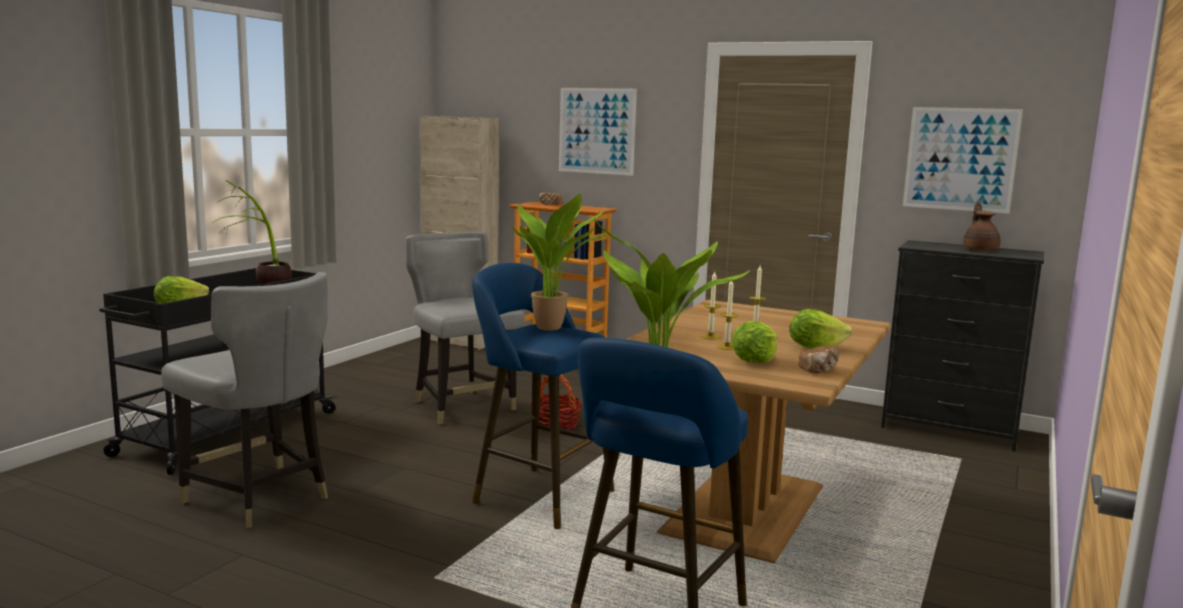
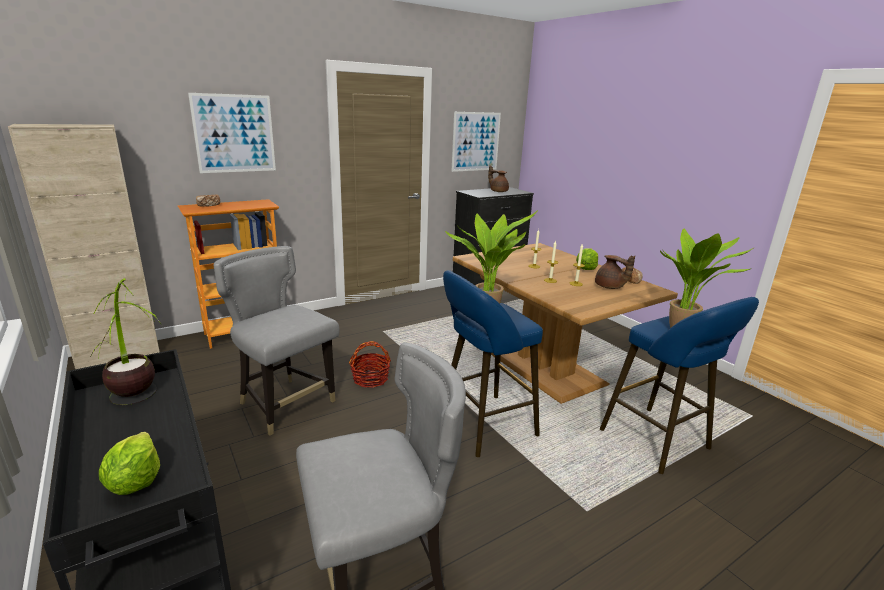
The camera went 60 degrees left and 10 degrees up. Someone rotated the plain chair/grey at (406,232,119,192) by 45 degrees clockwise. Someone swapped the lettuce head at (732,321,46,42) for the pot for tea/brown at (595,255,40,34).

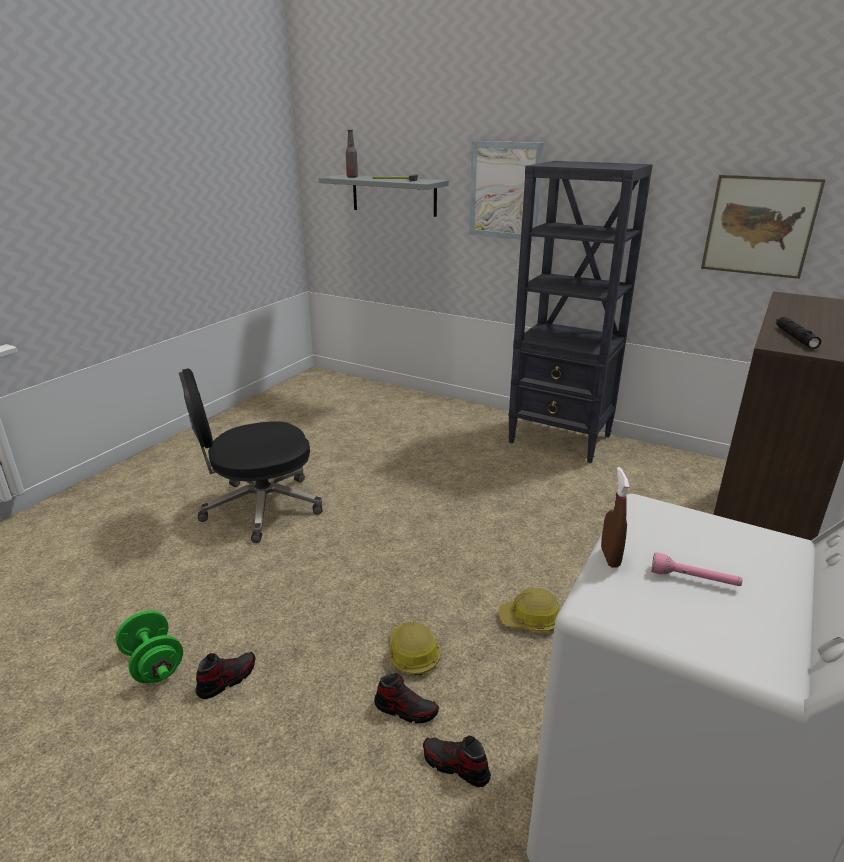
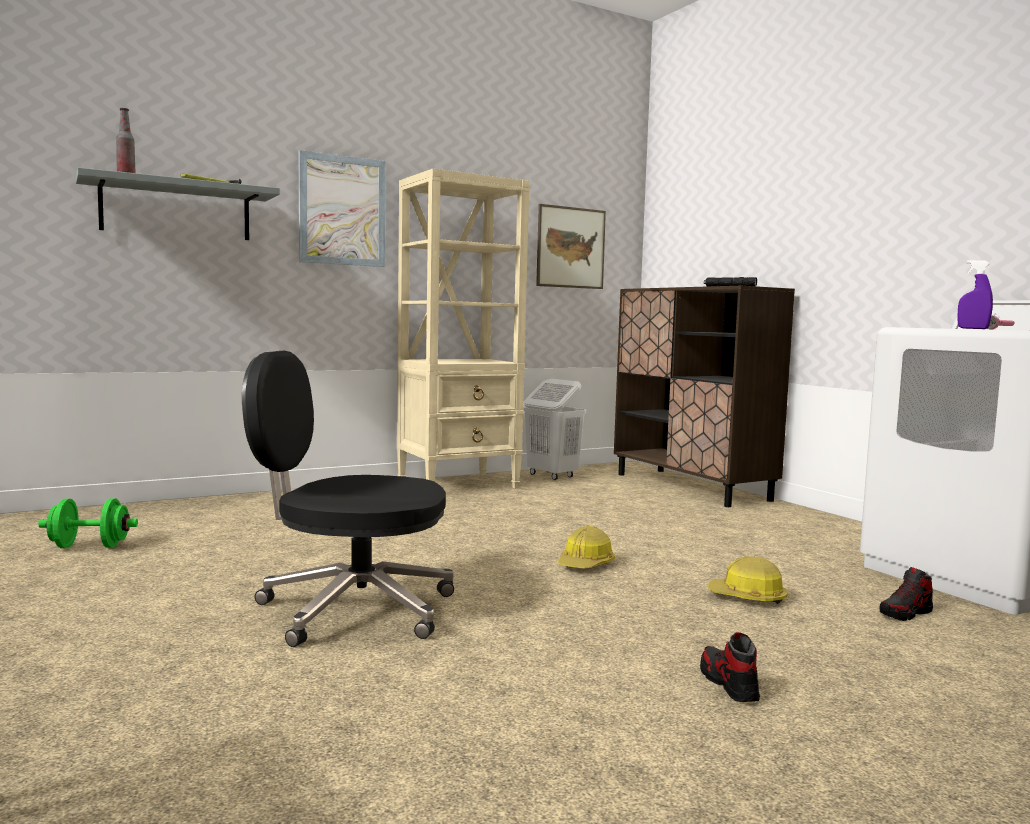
The camera went 60 degrees left and 20 degrees down. Someone carried the dumbbell/greenish from (115,610,68,73) to (38,498,100,50). Someone rotated the office chair/black at (179,368,143,175) by 90 degrees clockwise. Someone repainted the shelving unit/black at (508,161,145,302), which became the shelving unit/beige at (397,168,133,321). Someone put down the laundry basket/whitish at (524,379,62,101). Someone carried the hard hat from (499,588,61,44) to (558,526,57,43). Someone repainted the spray bottle/brown at (601,467,29,101), which became the spray bottle/purple-coloured at (957,260,36,69). Someone took away the low shoe at (374,673,65,50).

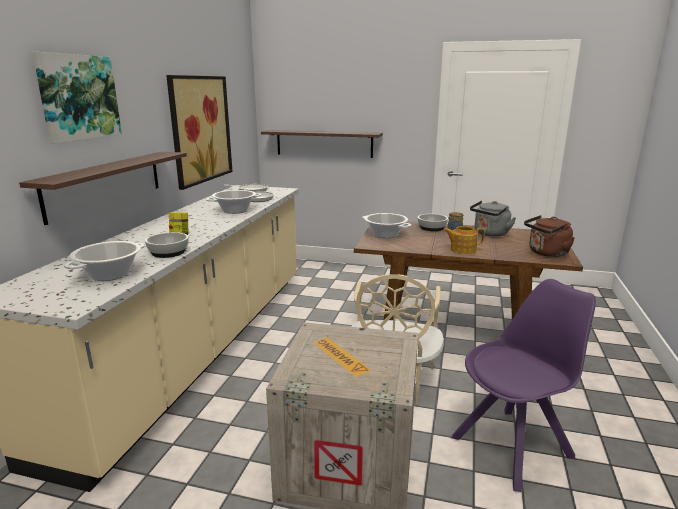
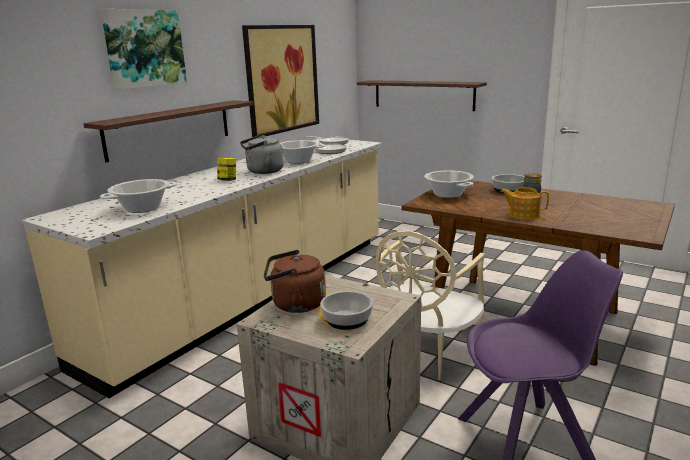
The camera went 20 degrees right and 0 degrees up. Someone carried the kettle/grey from (470,201,46,36) to (240,135,44,39). Someone carried the kettle/brown from (524,215,51,42) to (264,250,62,63). Someone carried the bowl from (145,232,44,26) to (320,291,53,39).

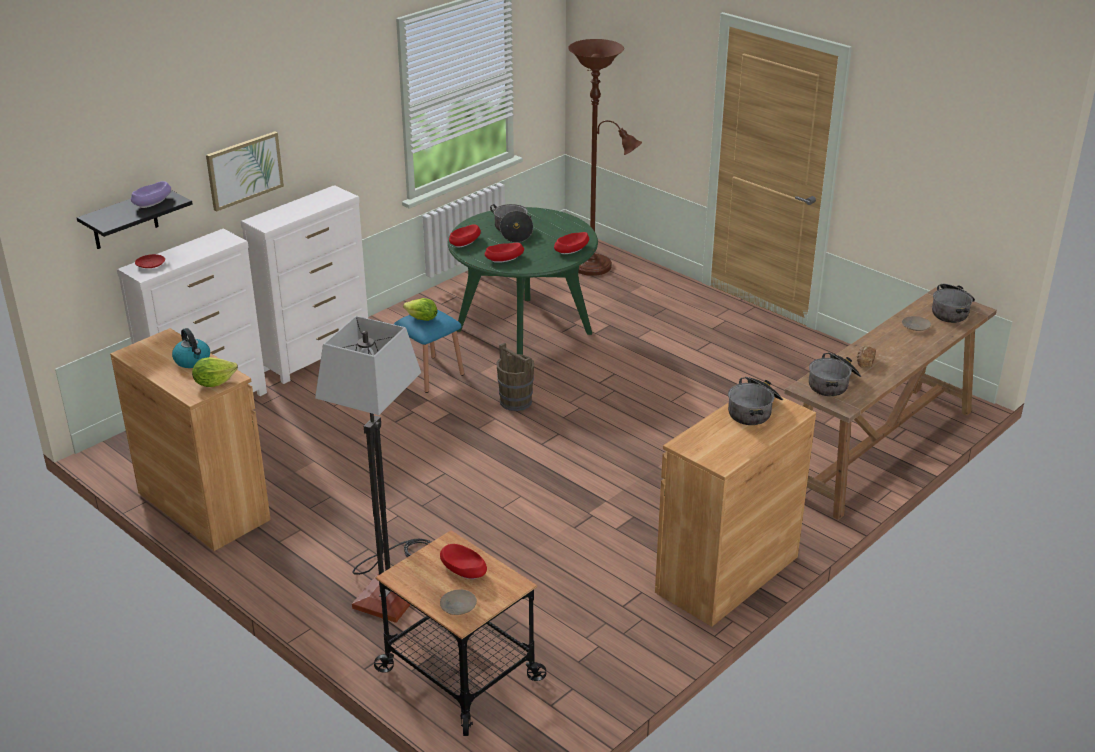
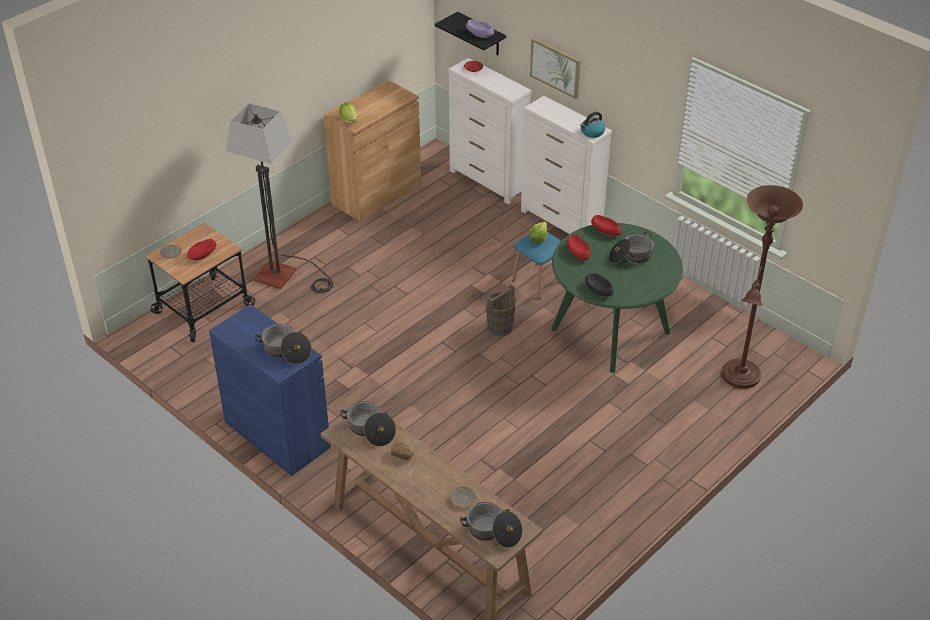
The camera went 90 degrees right and 10 degrees up. Someone repainted the storage cabinet/brown at (655,396,161,231), which became the storage cabinet/blue-coloured at (209,304,122,172). Someone carried the kettle from (172,328,38,40) to (580,112,25,26). Someone repainted the bowl/red at (554,232,35,22), which became the bowl/black at (585,273,29,24).

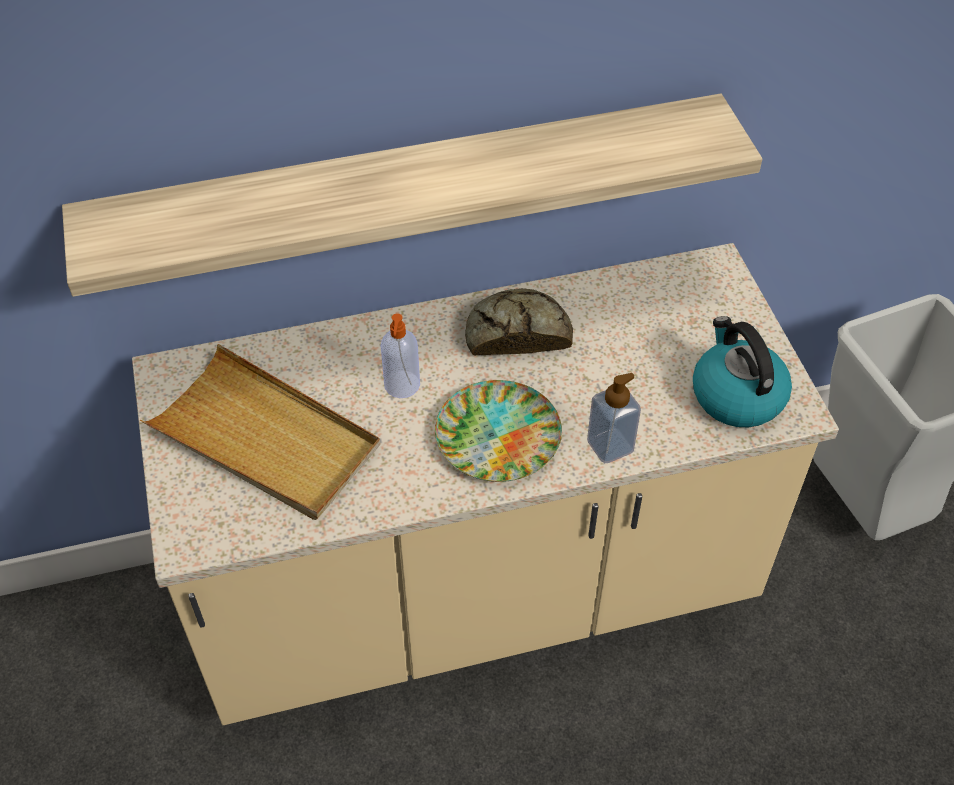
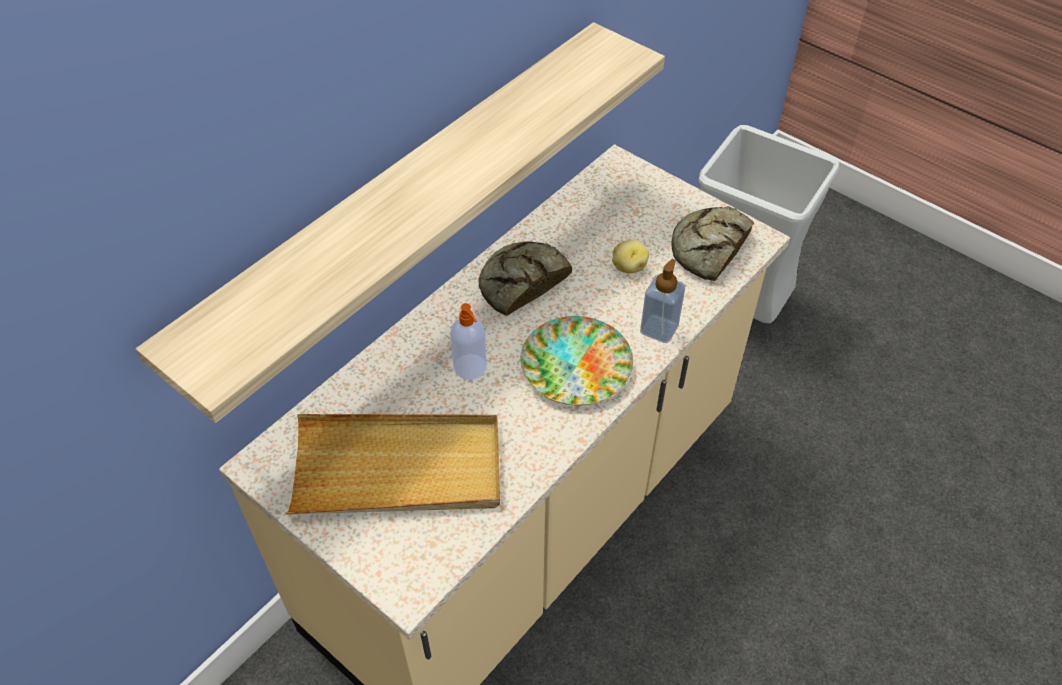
The camera went 35 degrees left and 0 degrees up. Someone put down the spud at (612,240,37,34). Someone swapped the kettle at (693,316,99,111) for the bakery bread at (671,206,83,75).

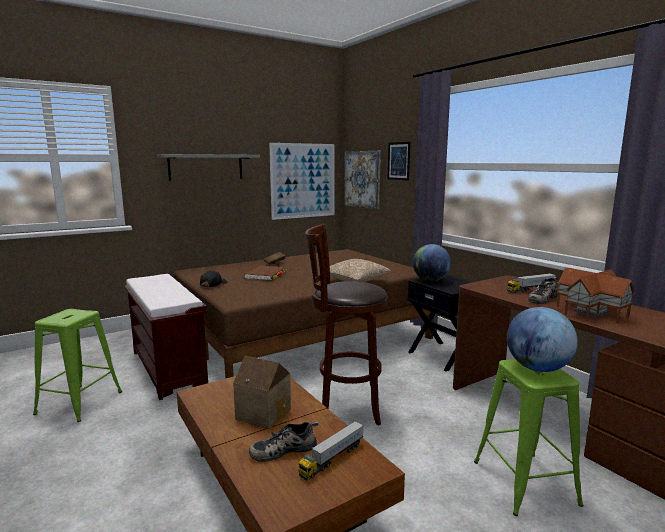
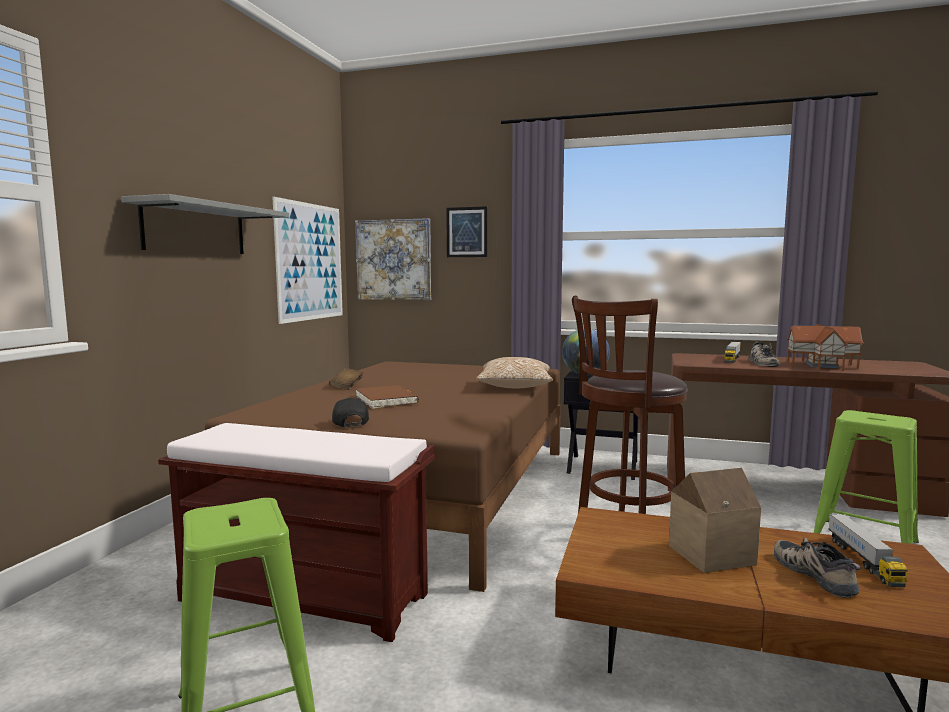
The camera went 40 degrees left and 5 degrees down. Someone rotated the low shoe at (249,422,70,40) by 135 degrees clockwise. Someone took away the world globe at (507,307,71,65).

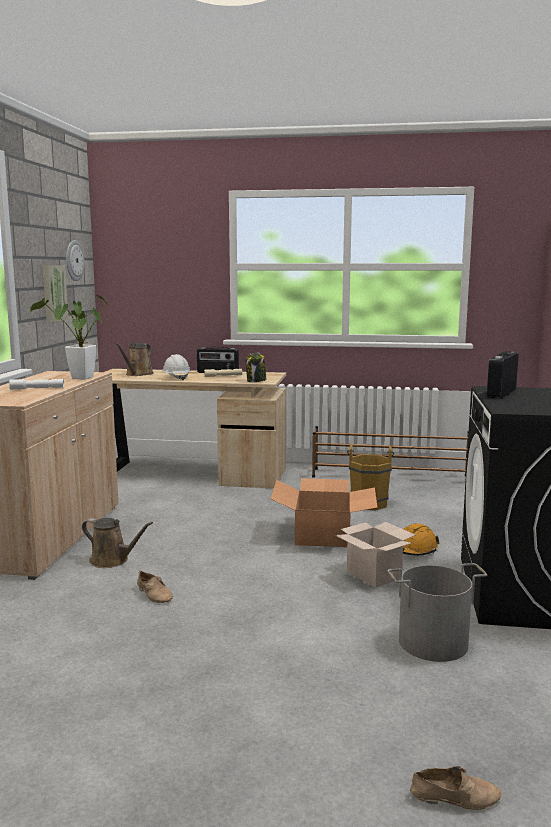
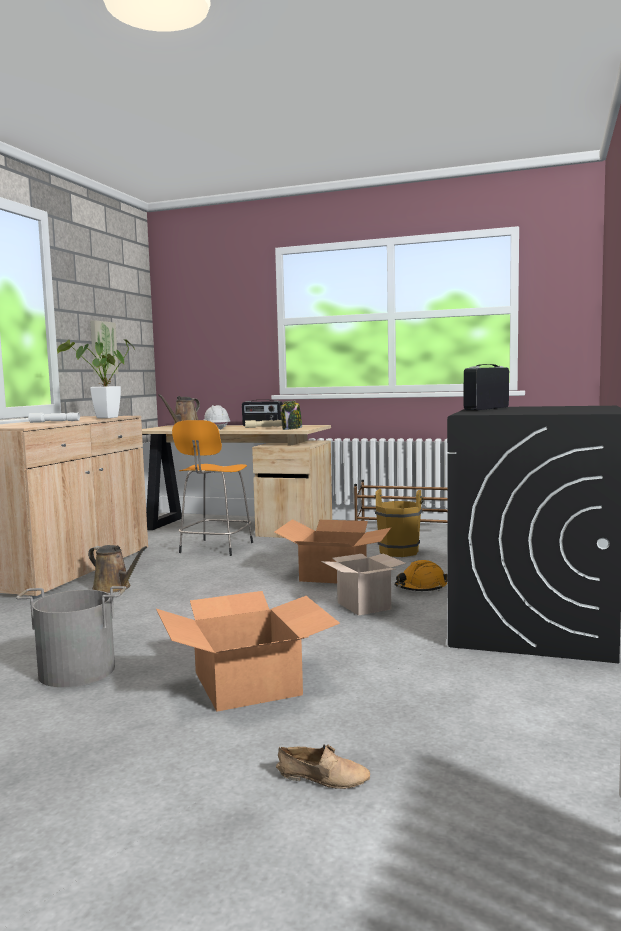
The camera went 10 degrees right and 5 degrees down. Someone carried the bucket/grey from (388,563,100,99) to (16,586,110,101). Someone put down the cardboard box at (156,591,184,121). Someone put down the sitting stool/orangey at (172,420,81,136). Someone took away the clock on the wall at (66,240,19,41). Someone took away the low shoe/beige at (137,570,36,33).

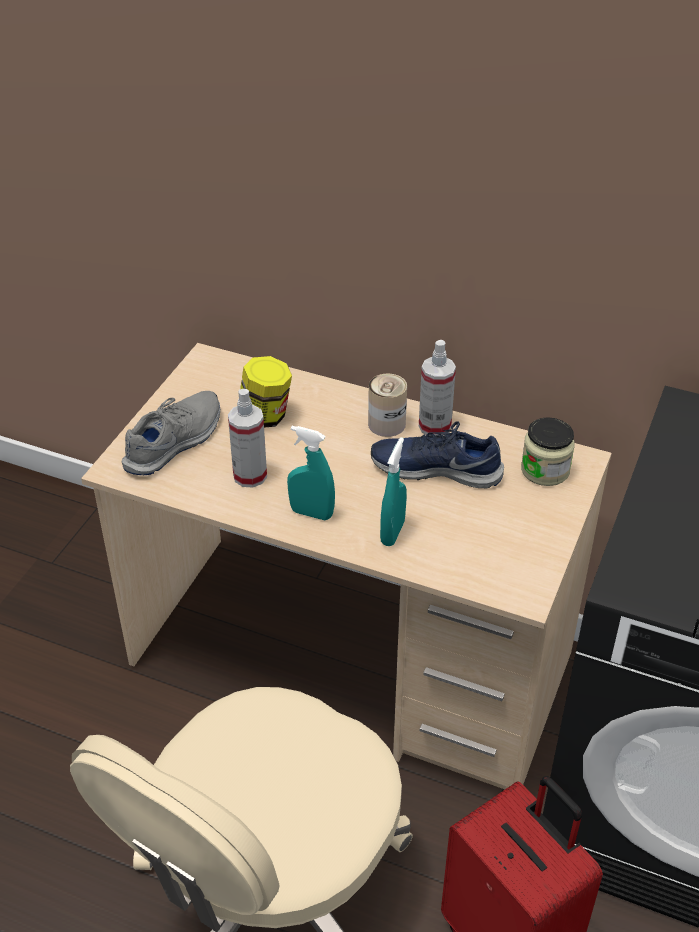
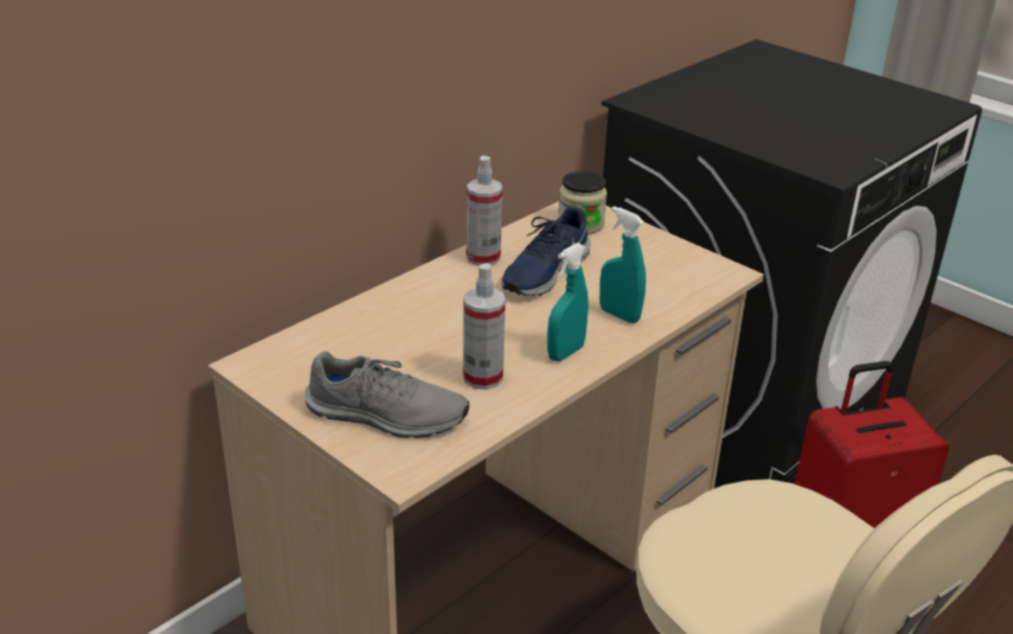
The camera went 70 degrees left and 10 degrees down. Someone rotated the low shoe/grey at (122,391,98,84) by 135 degrees clockwise. Someone took away the jar at (240,356,52,72). Someone took away the can at (368,374,39,63).

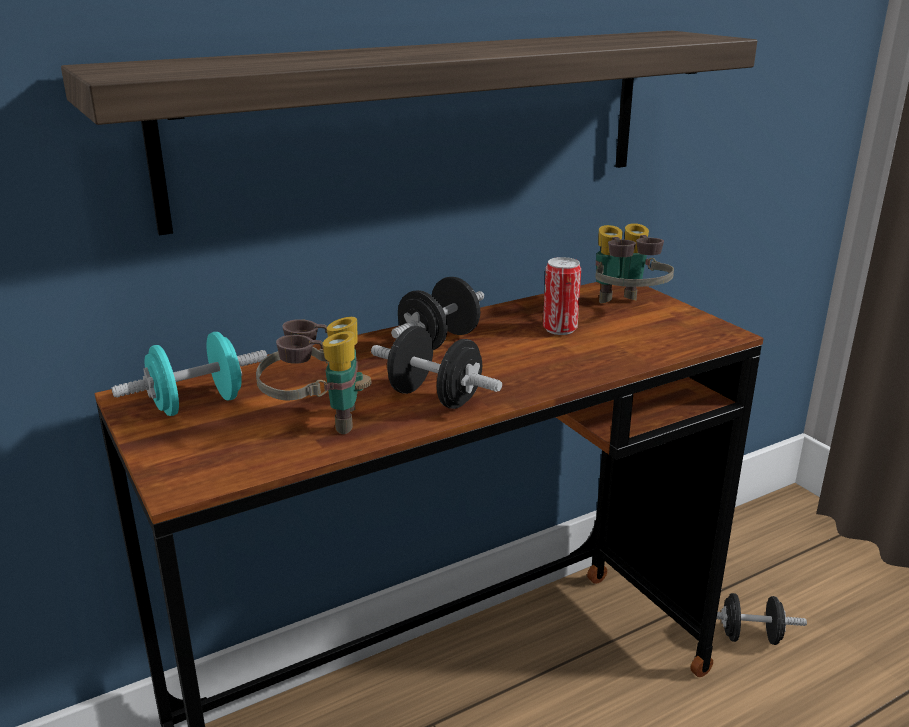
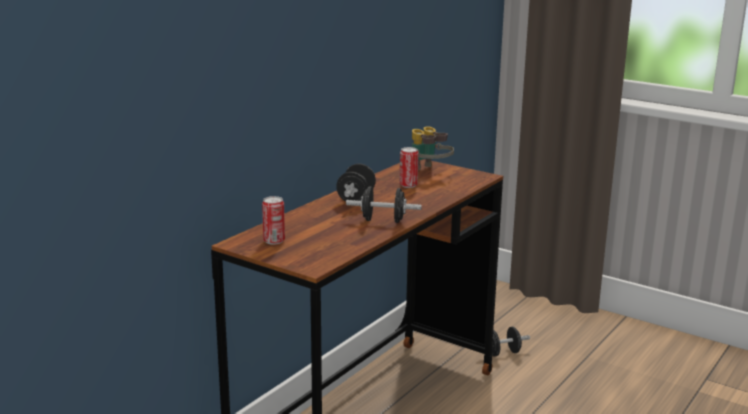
The camera went 25 degrees left and 5 degrees down. Someone swapped the dumbbell/turquoise at (112,332,155,84) for the can at (262,196,23,49). Someone took away the wall shelf at (61,31,696,205). Someone took away the binoculars at (256,317,115,117).

